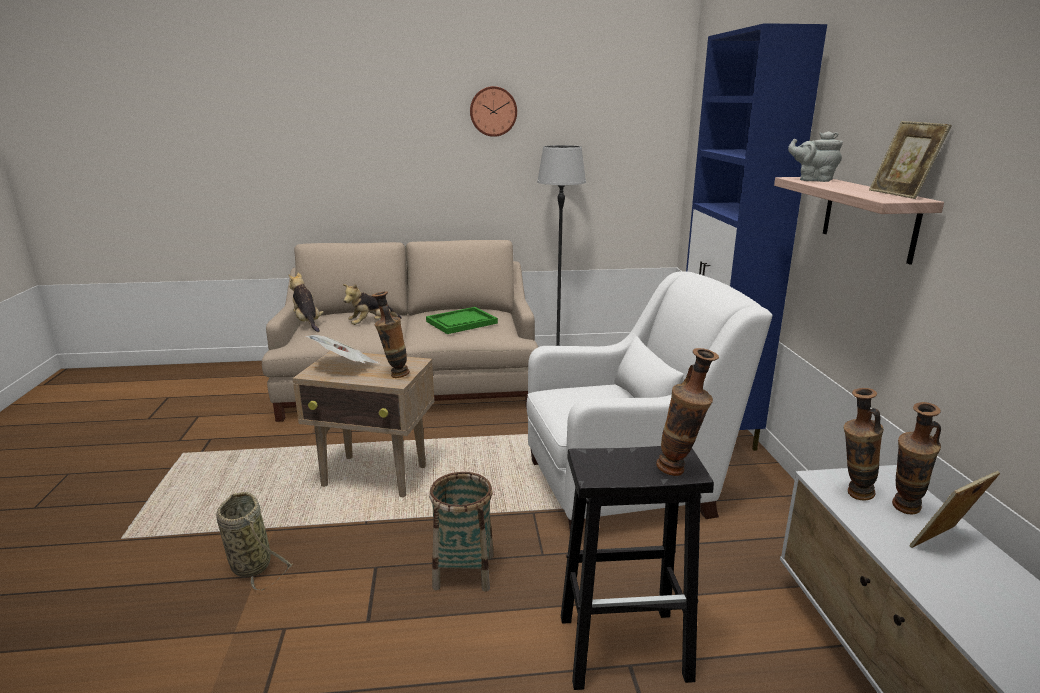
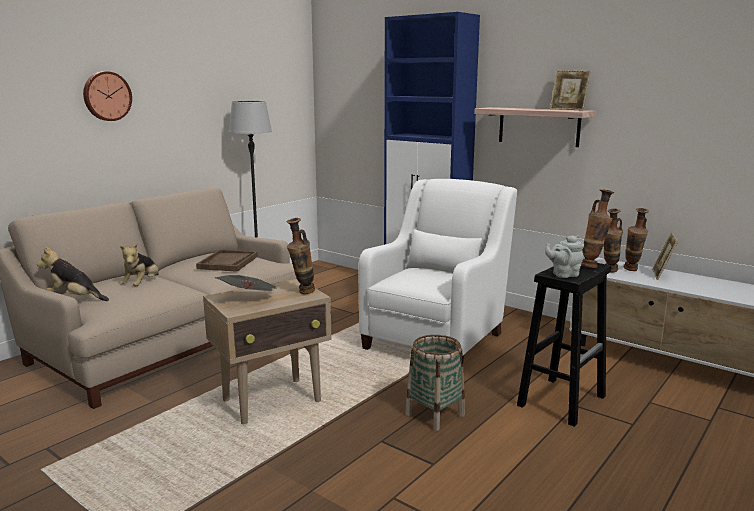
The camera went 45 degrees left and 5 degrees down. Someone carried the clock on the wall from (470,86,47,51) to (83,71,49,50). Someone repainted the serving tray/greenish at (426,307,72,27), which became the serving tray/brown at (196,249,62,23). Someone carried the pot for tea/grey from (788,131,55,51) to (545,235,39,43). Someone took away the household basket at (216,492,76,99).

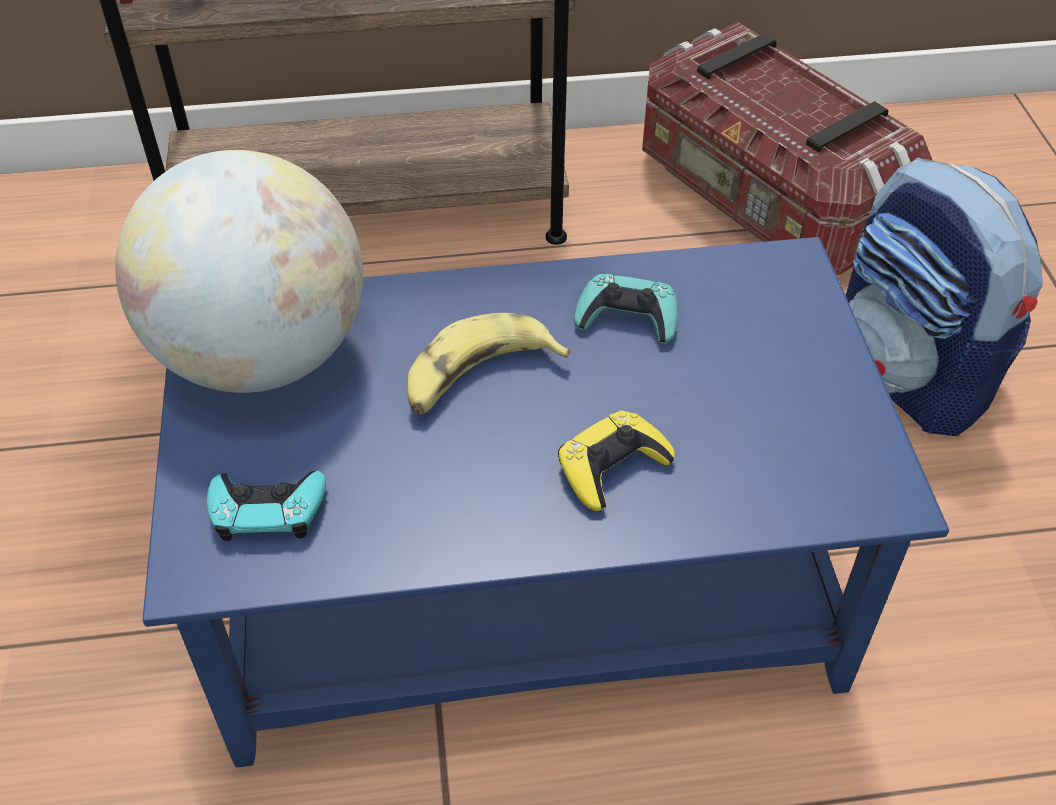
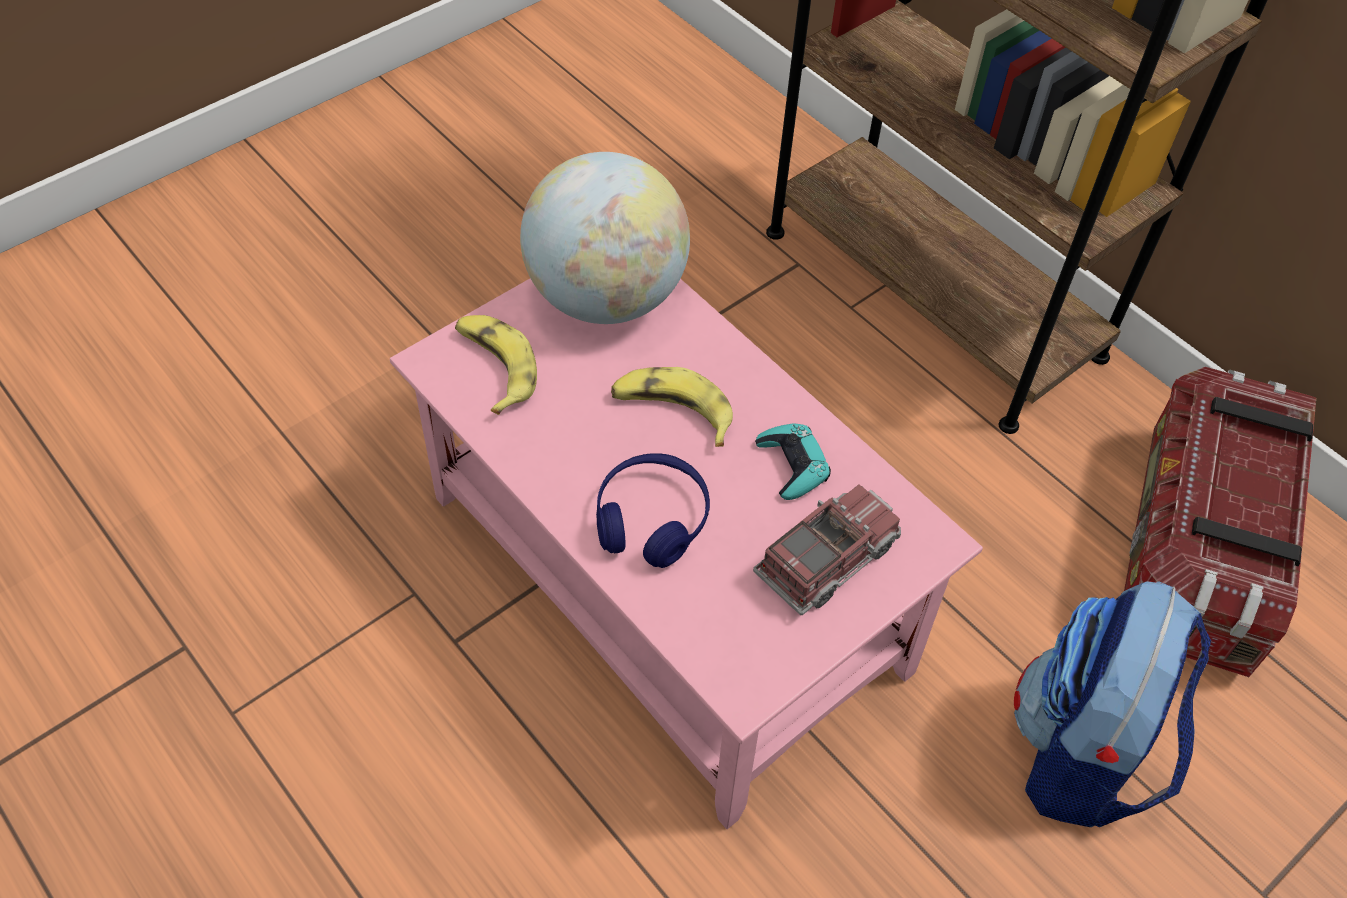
The camera went 55 degrees right and 5 degrees up. Someone repainted the coffee table/blue-coloured at (142,237,807,531), which became the coffee table/pinkish at (390,278,593,551). Someone swapped the gamepad/turquoise at (207,470,119,71) for the banana at (455,315,82,100). Someone swapped the gamepad/yellowish at (558,410,117,101) for the headset/blue-coloured at (596,453,114,115). Someone put down the toy lorry at (753,484,148,131).

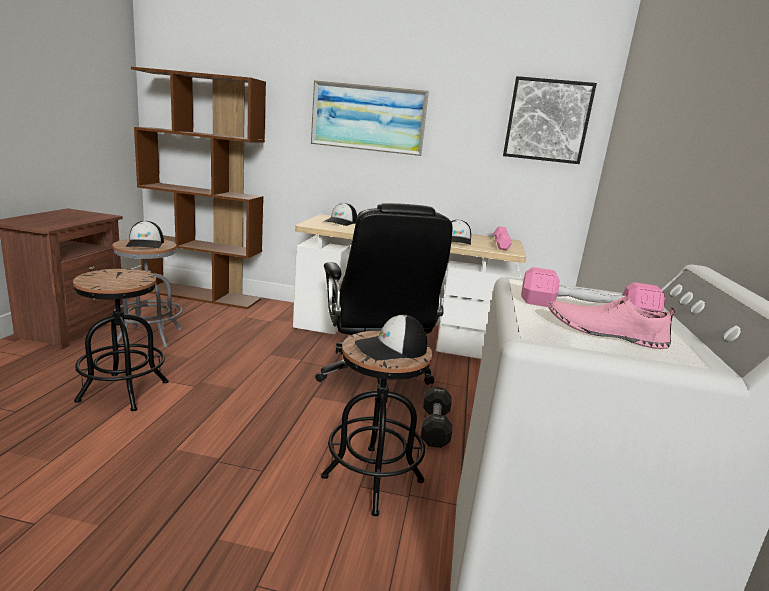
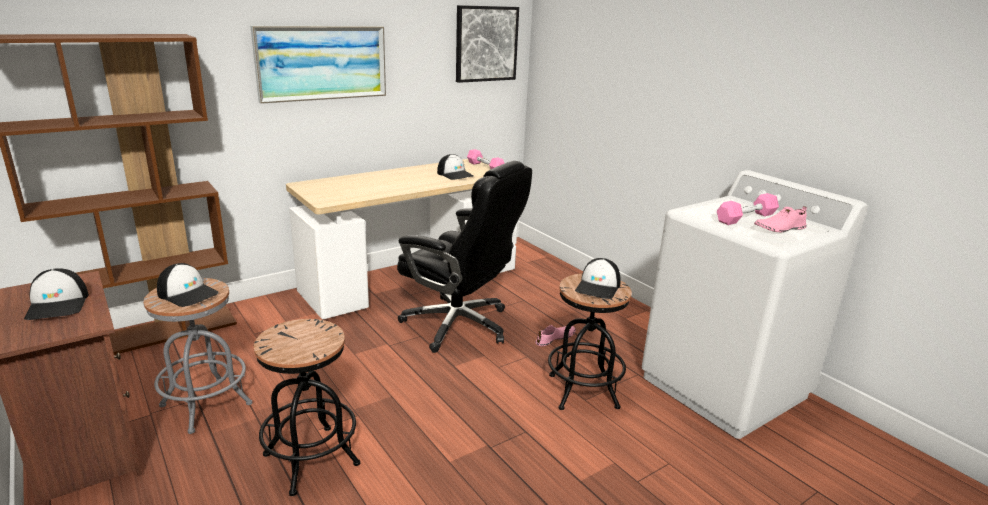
The camera went 45 degrees left and 5 degrees up. Someone carried the baseball cap from (323,203,34,23) to (24,268,65,52). Someone swapped the dumbbell/black at (421,387,31,61) for the low shoe/pinkish at (535,325,41,21).

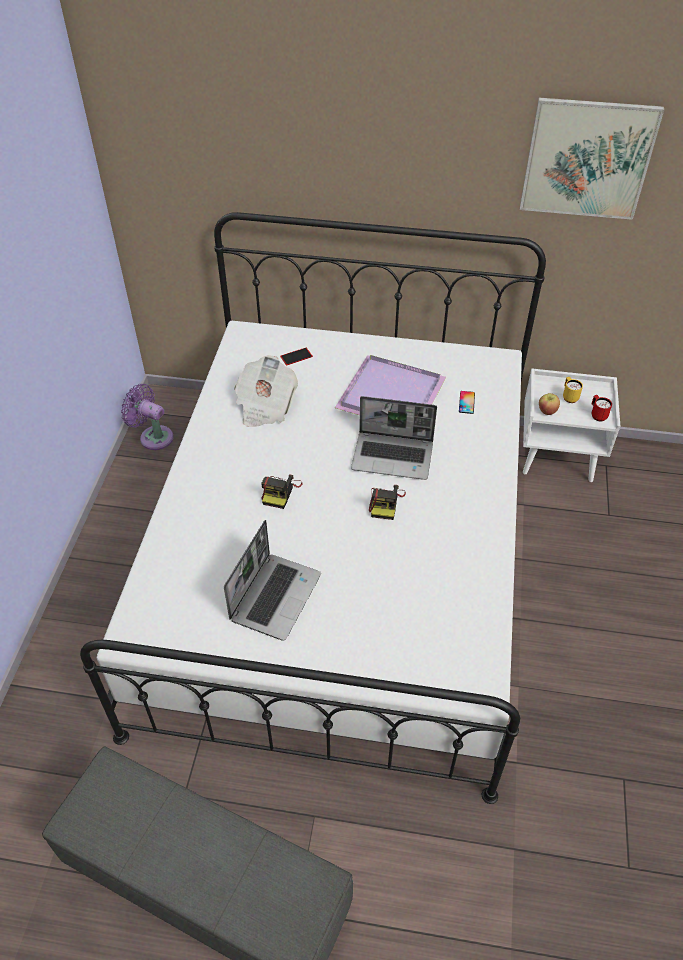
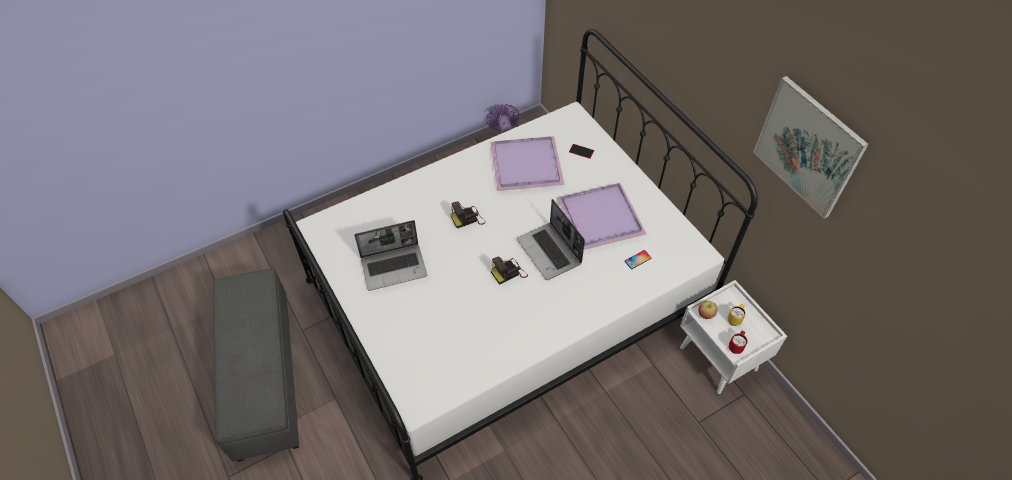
The camera went 50 degrees right and 5 degrees up. Someone swapped the daily paper at (234,355,64,72) for the serving tray/purple-coloured at (491,136,73,55).

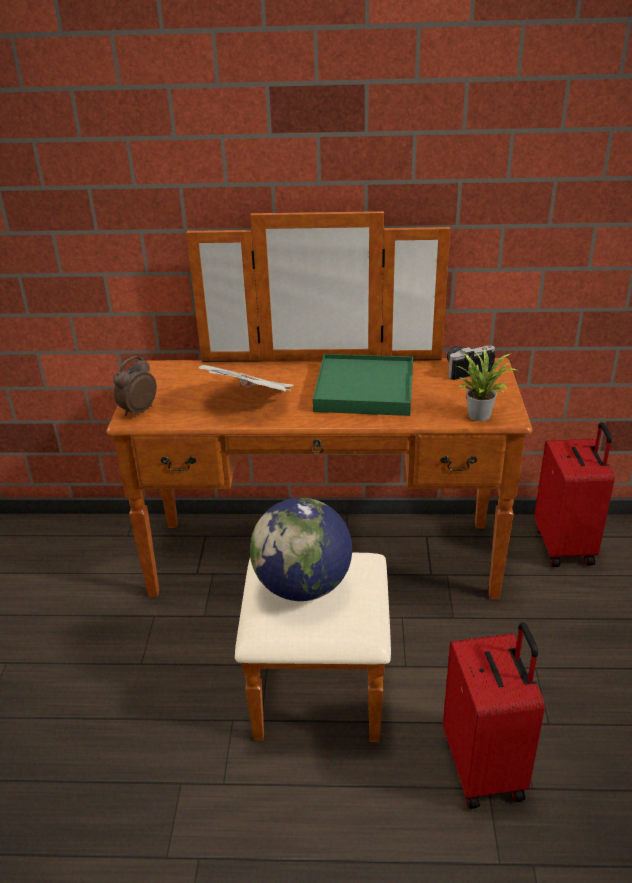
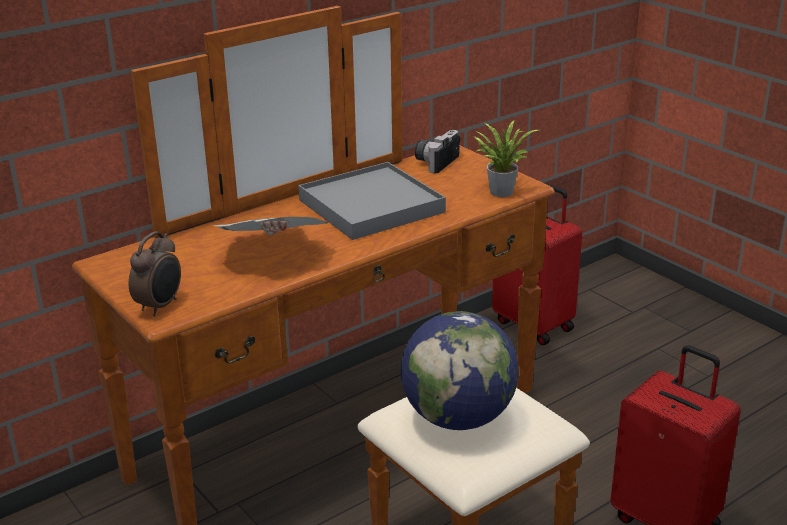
The camera went 40 degrees left and 5 degrees down. Someone rotated the alarm clock at (113,356,44,62) by 150 degrees counterclockwise. Someone repainted the serving tray/greenish at (313,354,100,62), which became the serving tray/grey at (298,162,148,78).

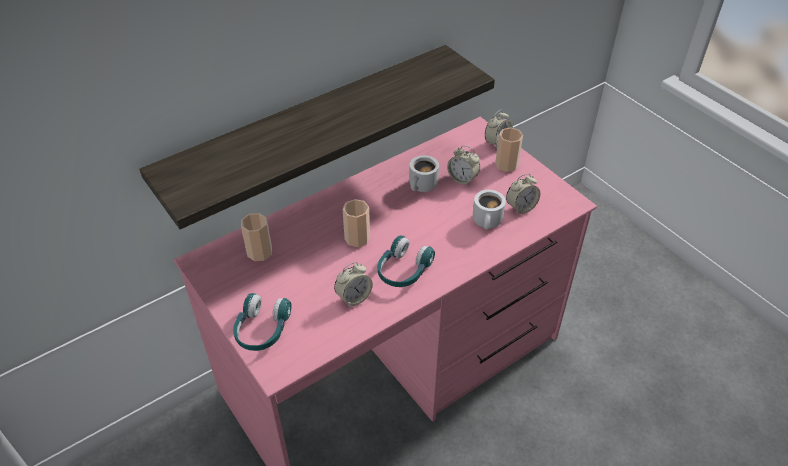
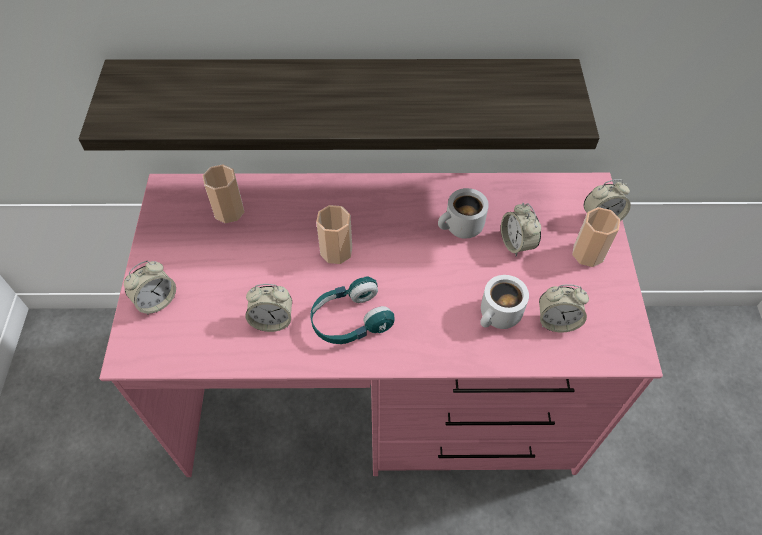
The camera went 35 degrees right and 10 degrees up. Someone swapped the headset/turquoise at (233,293,59,58) for the alarm clock at (124,261,52,54).

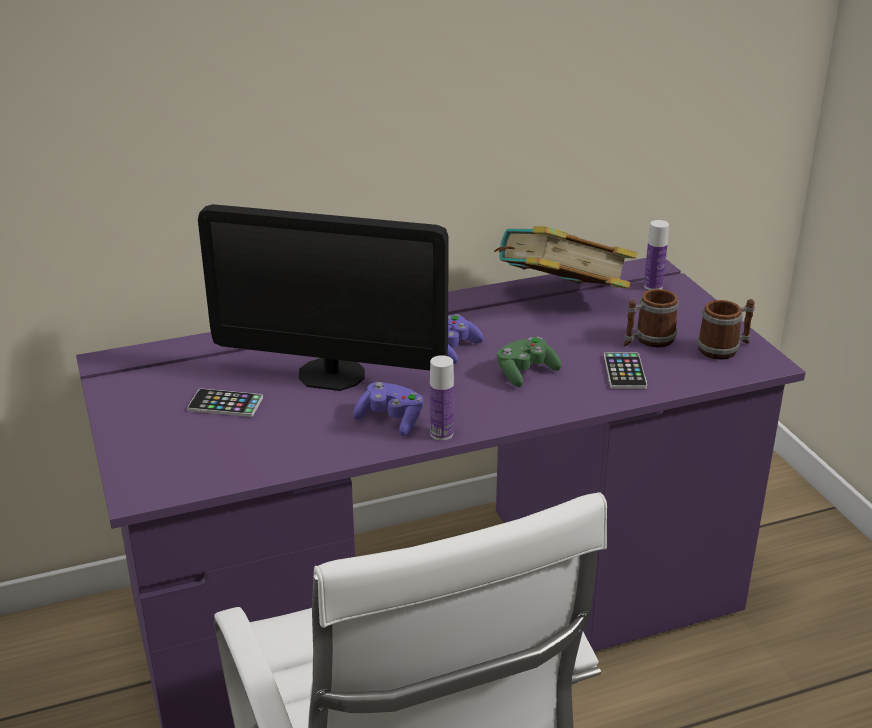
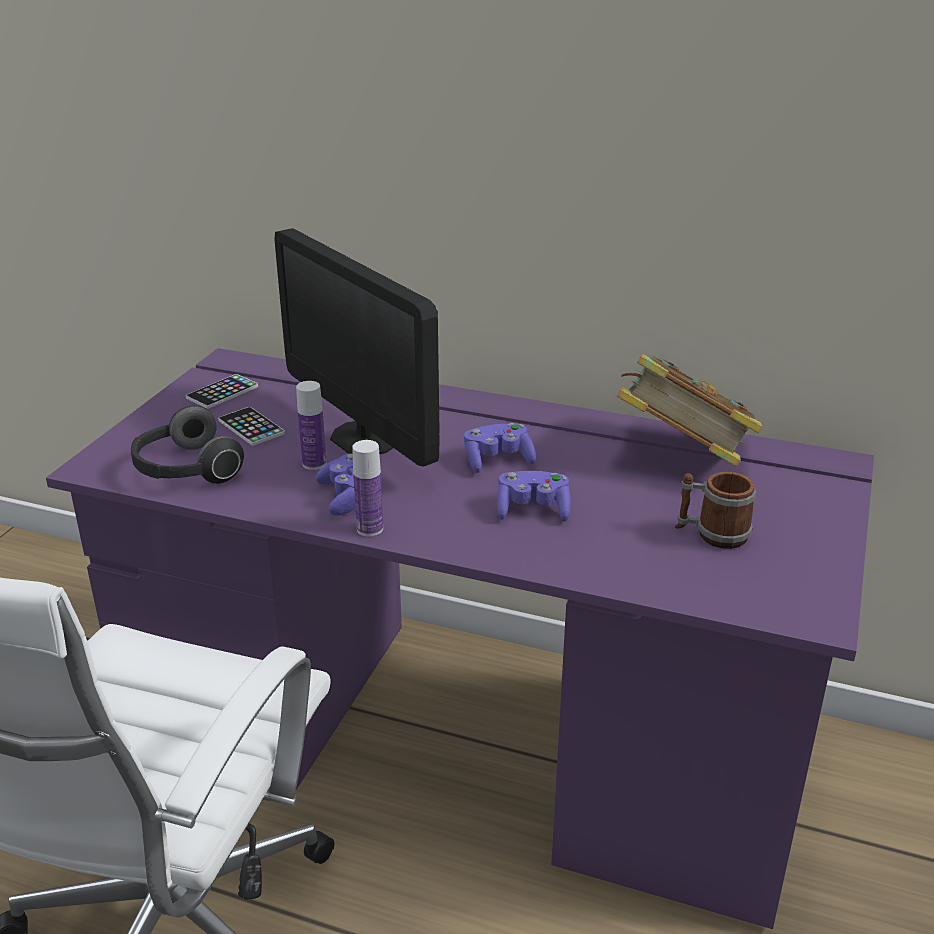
The camera went 40 degrees right and 0 degrees up. Someone put down the headset at (131,405,113,79). Someone carried the phone from (604,352,43,37) to (186,374,72,35). Someone carried the drink bottle from (644,220,25,70) to (296,381,31,89). Someone repainted the gamepad/greenish at (497,337,65,50), which became the gamepad/purple-coloured at (497,471,74,50). Someone took away the tea mug at (697,299,58,61).

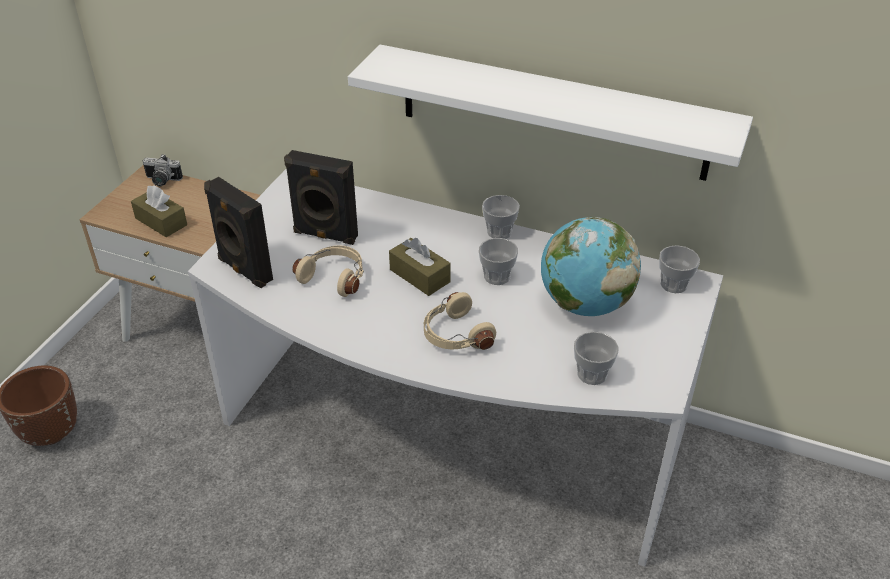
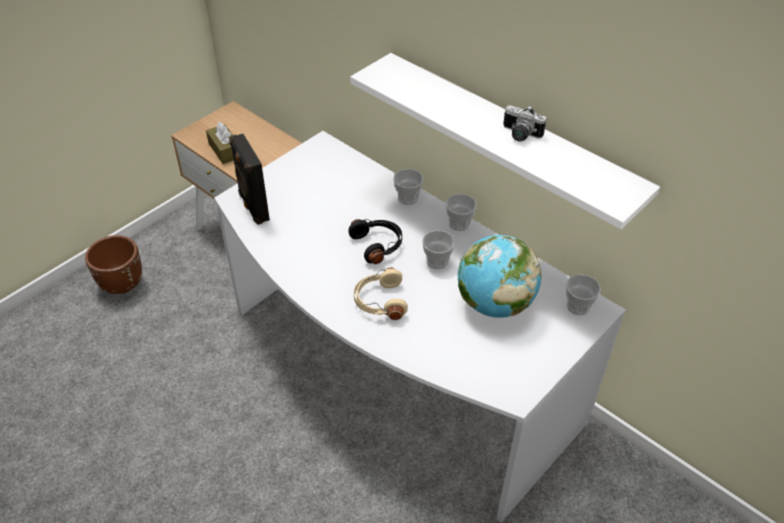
The camera went 20 degrees right and 5 degrees up. Someone swapped the tissue box/brown at (389,238,62,58) for the headset/black at (348,219,54,45). Someone carried the small cup from (574,332,45,53) to (393,169,31,36). Someone carried the still camera from (143,154,40,33) to (503,105,43,37). Someone took away the speaker/black at (284,150,74,95). Someone took away the headset/beige at (292,245,72,52).

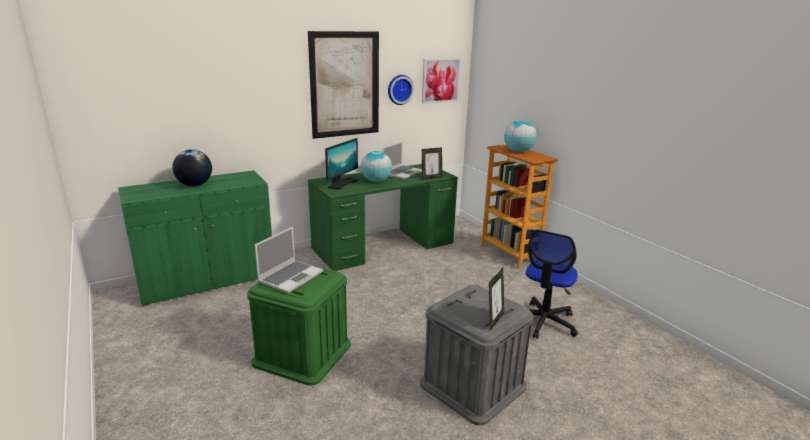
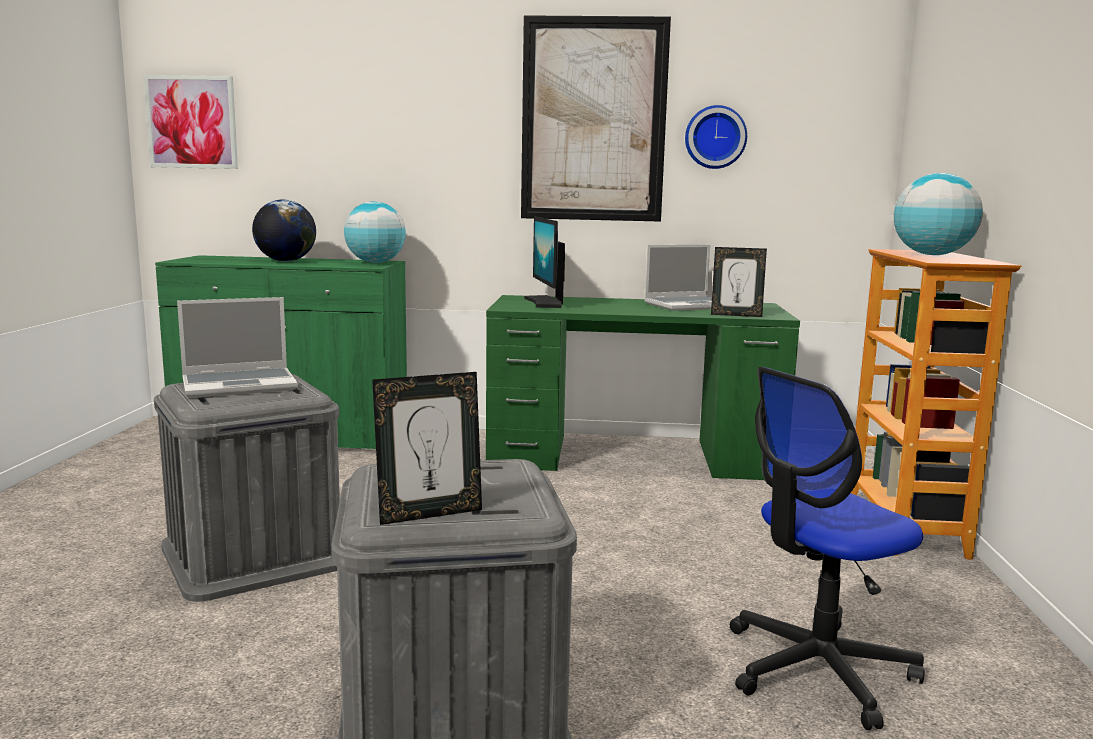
The camera went 35 degrees right and 10 degrees down. Someone carried the wall picture from (422,58,39,46) to (144,75,94,94). Someone repainted the storage bin/greenish at (247,265,104,121), which became the storage bin/grey at (154,373,186,229). Someone carried the world globe from (361,151,31,31) to (344,201,62,62). Someone rotated the computer display at (325,138,33,52) by 105 degrees clockwise.

